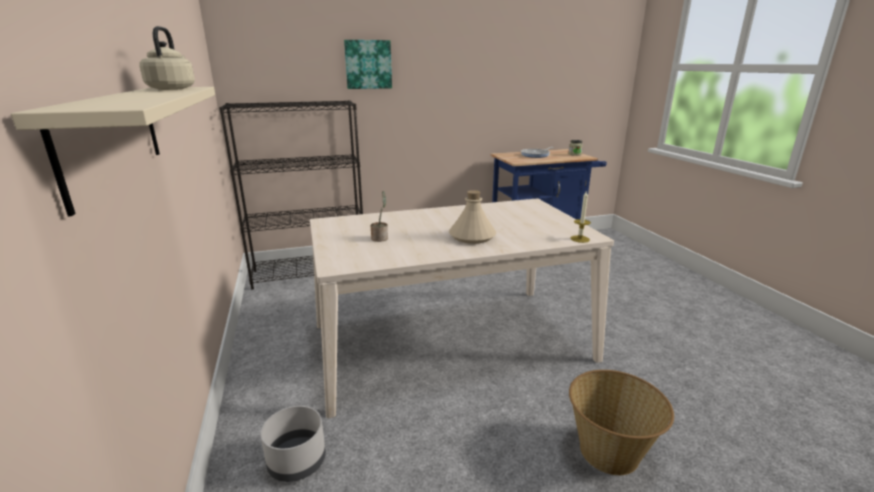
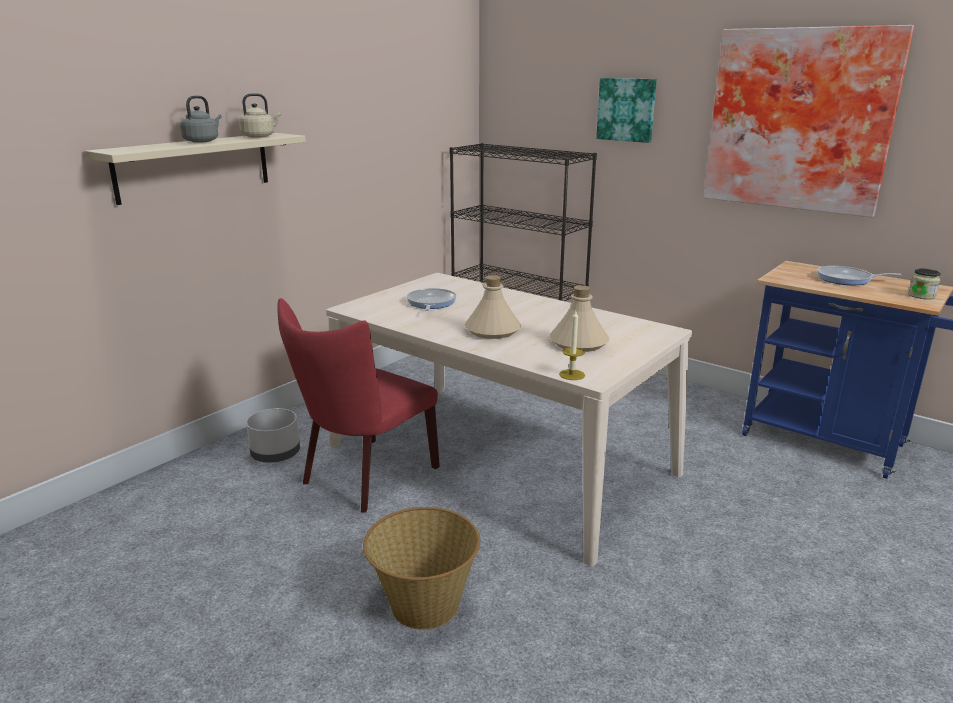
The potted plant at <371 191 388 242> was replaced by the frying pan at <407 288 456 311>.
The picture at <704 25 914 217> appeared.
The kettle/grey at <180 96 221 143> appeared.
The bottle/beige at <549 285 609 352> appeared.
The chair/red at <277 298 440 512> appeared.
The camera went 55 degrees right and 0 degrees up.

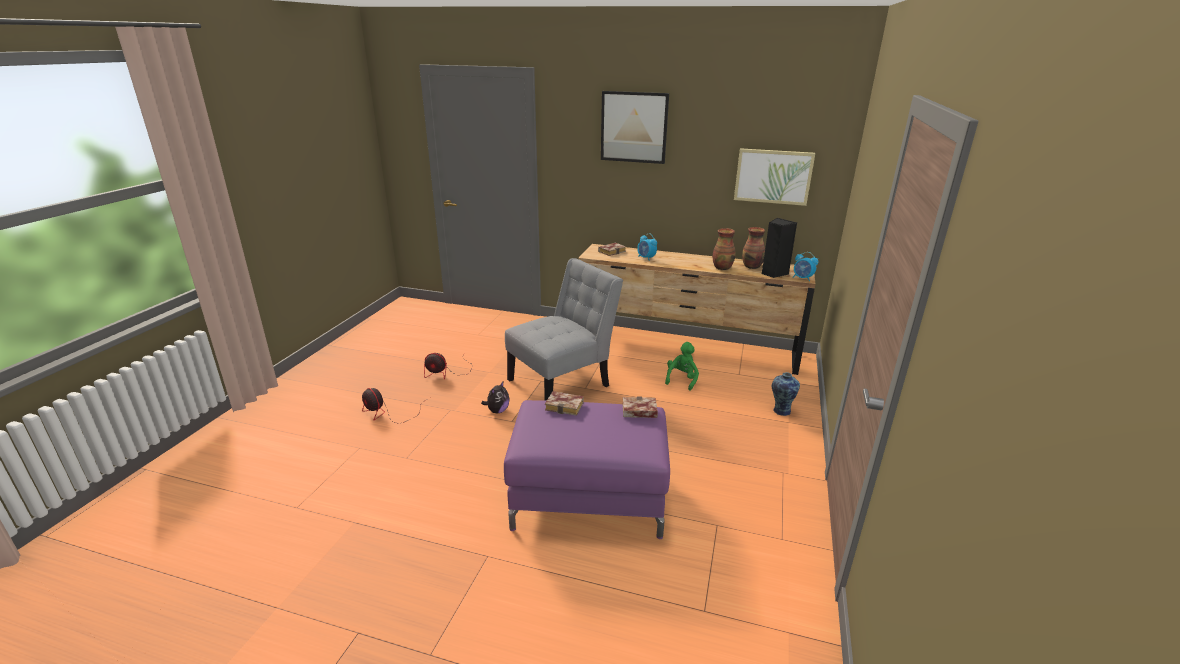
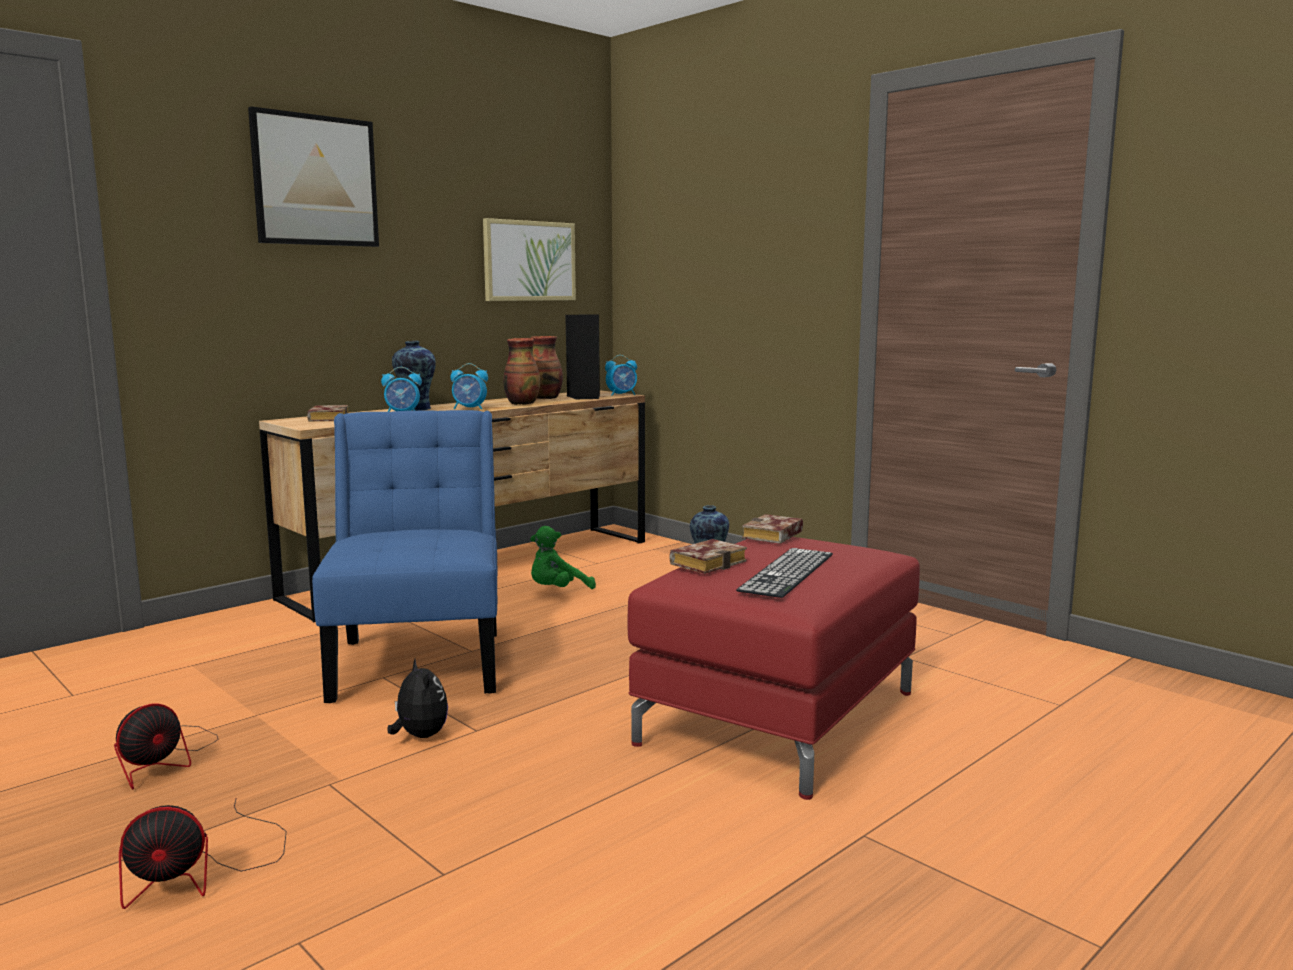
The chair/grey at <505 258 623 401> became the chair/blue at <312 410 497 703>.
The plush toy/green at <665 342 699 391> turned 90 degrees counterclockwise.
The ottoman/purple at <504 400 670 539> became the ottoman/red at <628 537 920 800>.
The vase at <392 341 436 411> appeared.
The alarm clock at <450 363 488 410> appeared.
The keyboard at <736 548 833 598> appeared.
The camera went 60 degrees left and 15 degrees down.

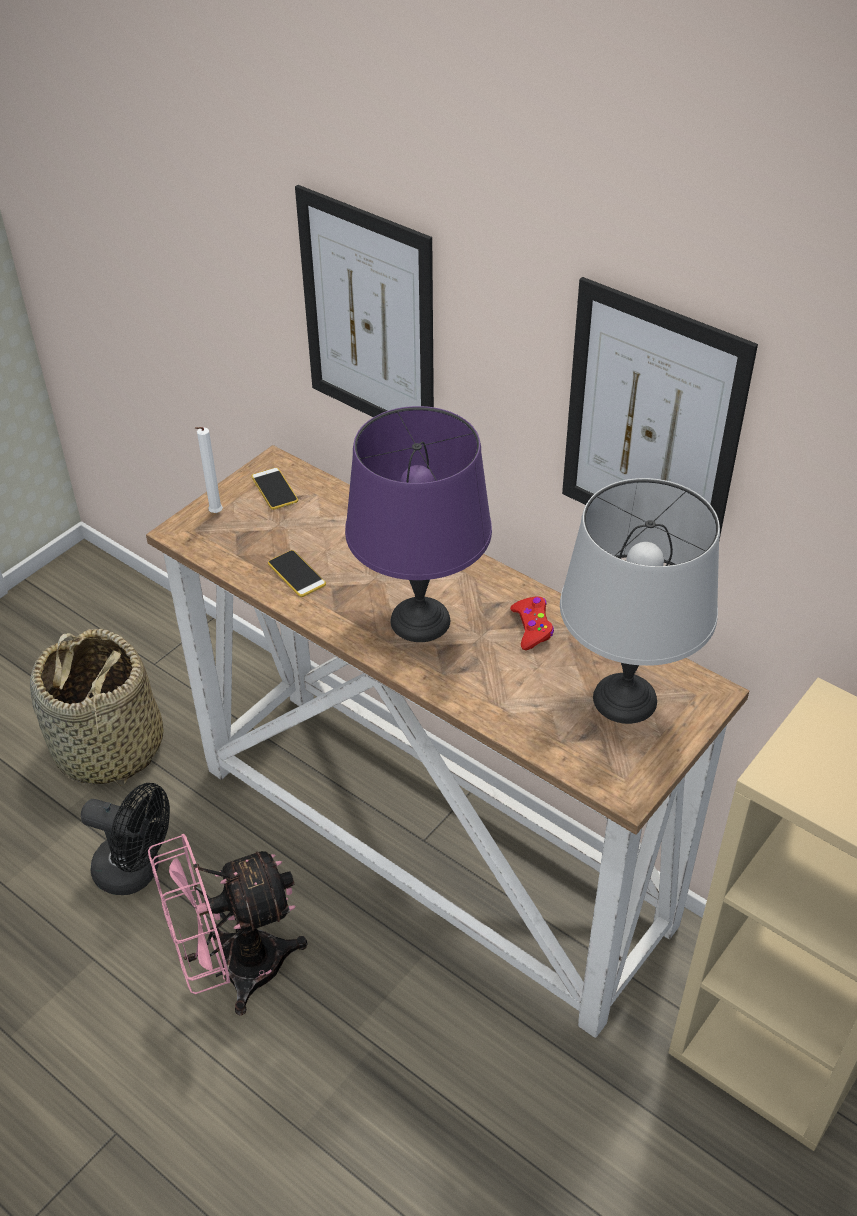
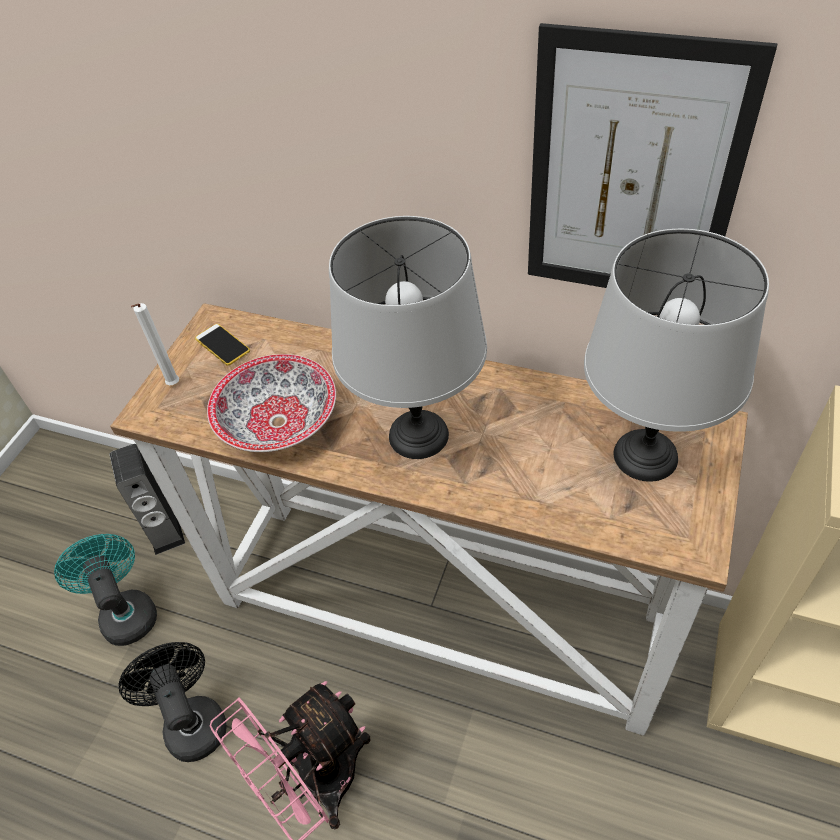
The picture at <295 185 434 417> disappeared.
The table lamp/purple at <345 406 492 642> became the table lamp/grey at <329 216 487 459>.
The phone at <268 550 326 597> was replaced by the bowl at <207 354 336 452>.
The game controller/red at <510 596 554 650> disappeared.
The basket at <30 629 164 786> was replaced by the fan/turquoise at <54 534 157 646>.
The fan/black at <81 783 170 895> turned 120 degrees counterclockwise.
The speaker at <109 444 185 555> appeared.
The camera went 15 degrees left and 5 degrees up.

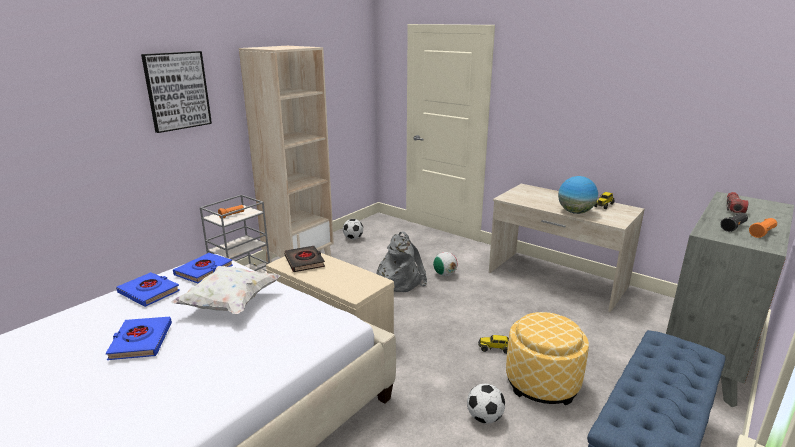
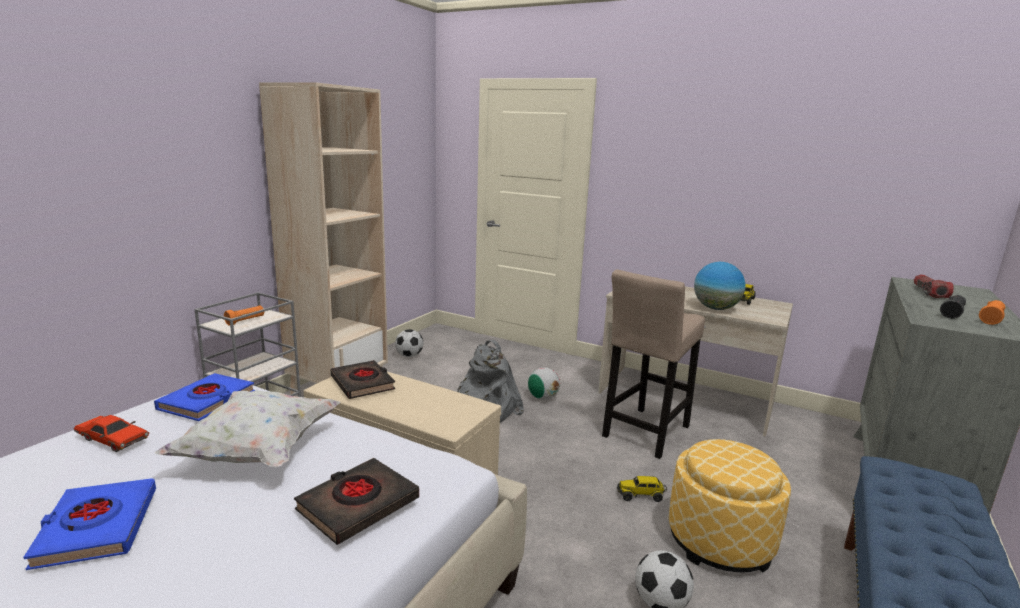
The picture at <141 51 212 133> disappeared.
The book/blue at <116 272 180 307> was replaced by the toy car/red at <74 415 149 452>.
The stool/beige at <602 270 705 459> appeared.
The book/black at <294 458 419 545> appeared.
The camera went 10 degrees left and 5 degrees down.

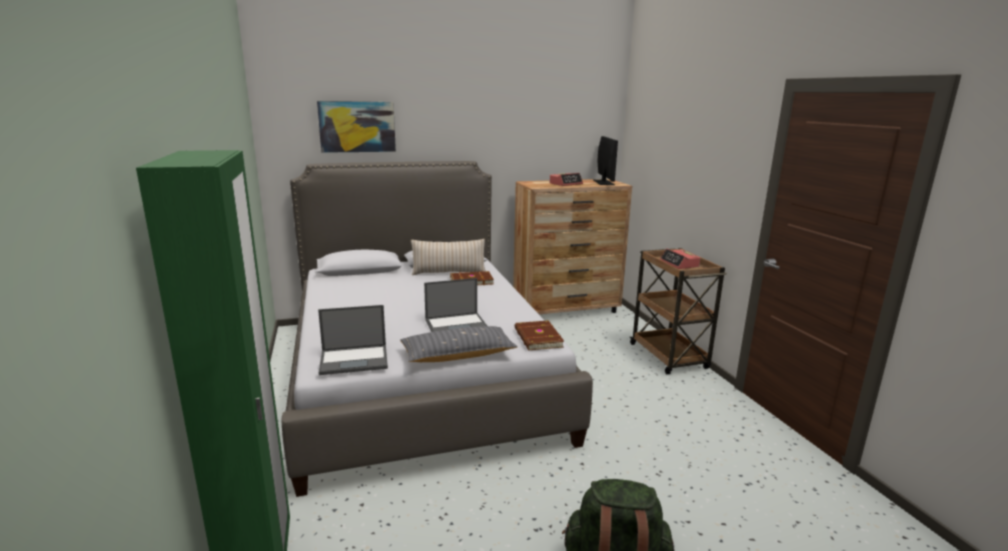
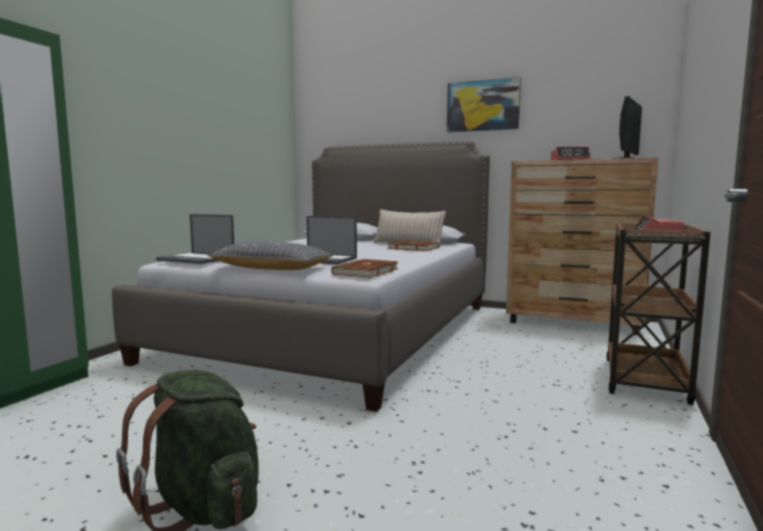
The picture moved from <317 101 396 153> to <447 77 521 132>.
The camera went 40 degrees right and 10 degrees down.

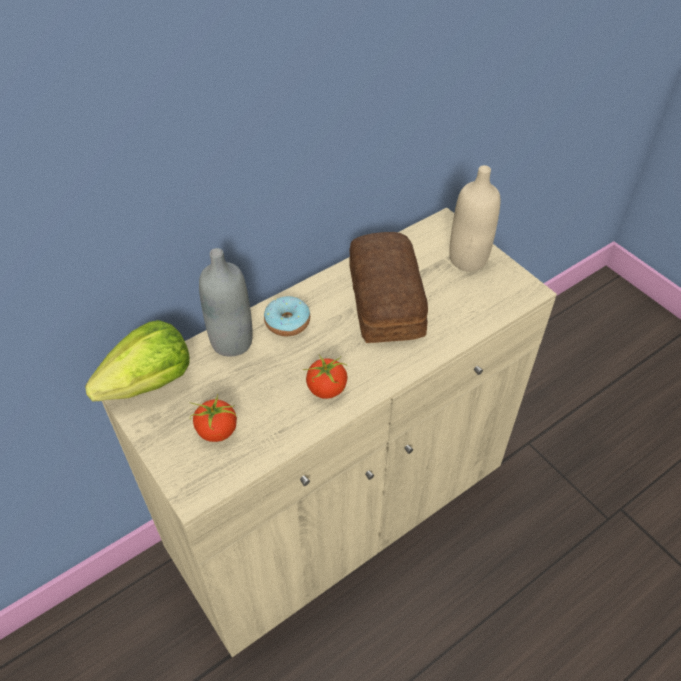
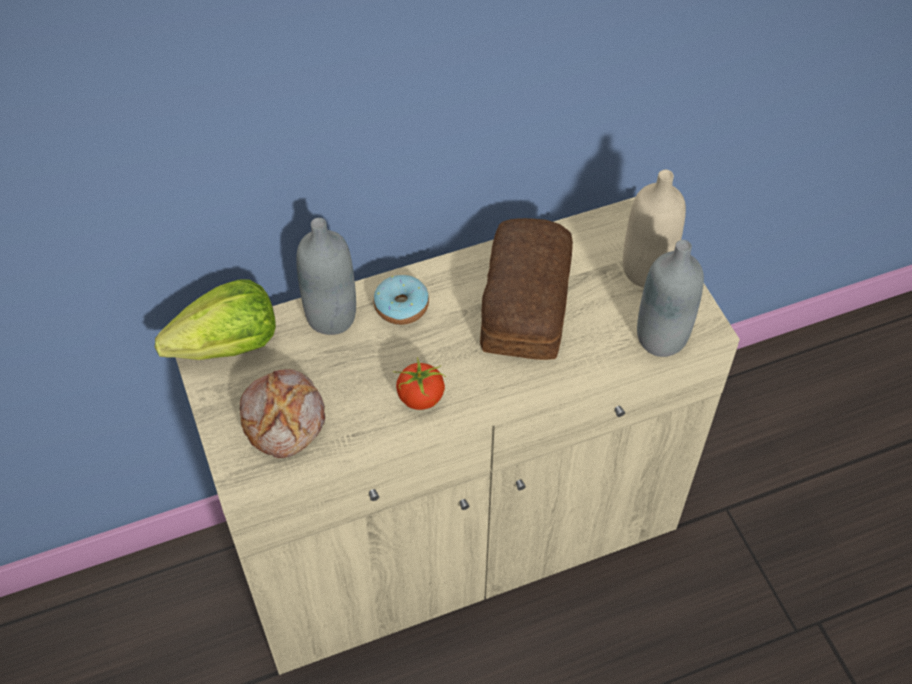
The tomato at <190 394 237 442> was replaced by the bread at <240 369 325 458>.
The bottle/grey at <637 240 704 357> appeared.
The camera went 15 degrees right and 5 degrees up.

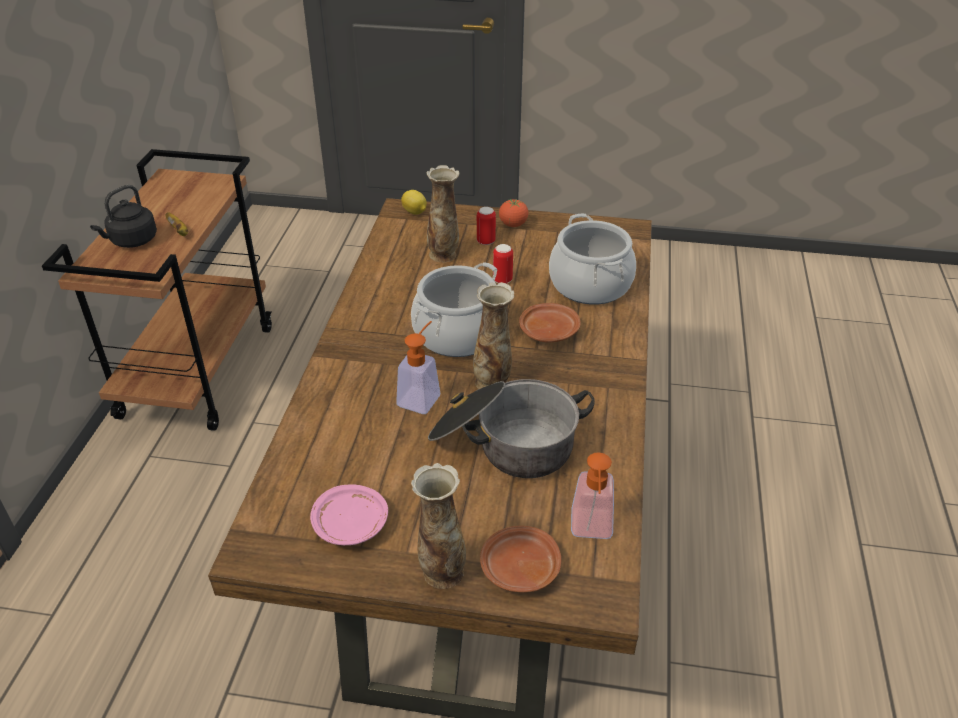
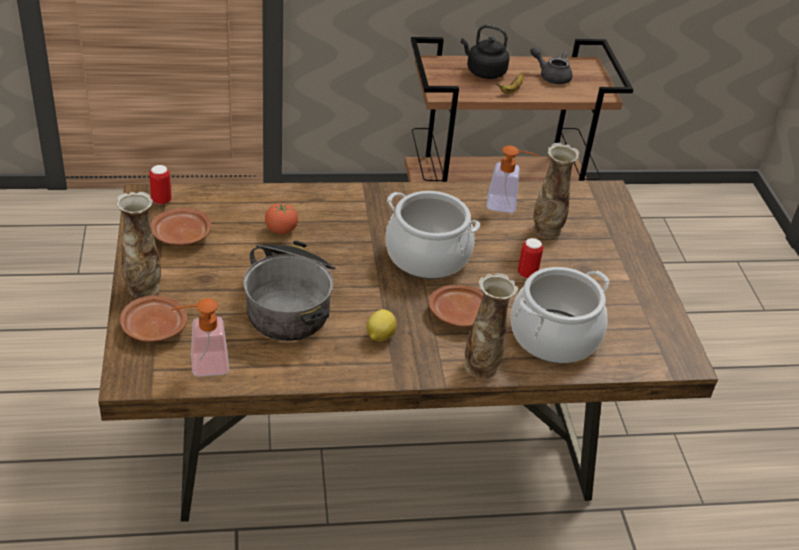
The lemon moved from <401 190 427 215> to <366 309 397 342>.
The tomato moved from <499 199 529 227> to <265 202 298 234>.
The can moved from <477 207 496 245> to <149 165 171 205>.
The vase moved from <473 282 515 389> to <465 273 518 379>.
The soap dispenser moved from <396 321 440 414> to <486 146 539 213>.
The plate/pink at <310 484 388 545> became the plate/brown at <151 208 211 246>.
The teapot/grey at <530 46 573 84> appeared.
The camera went 70 degrees right and 0 degrees up.

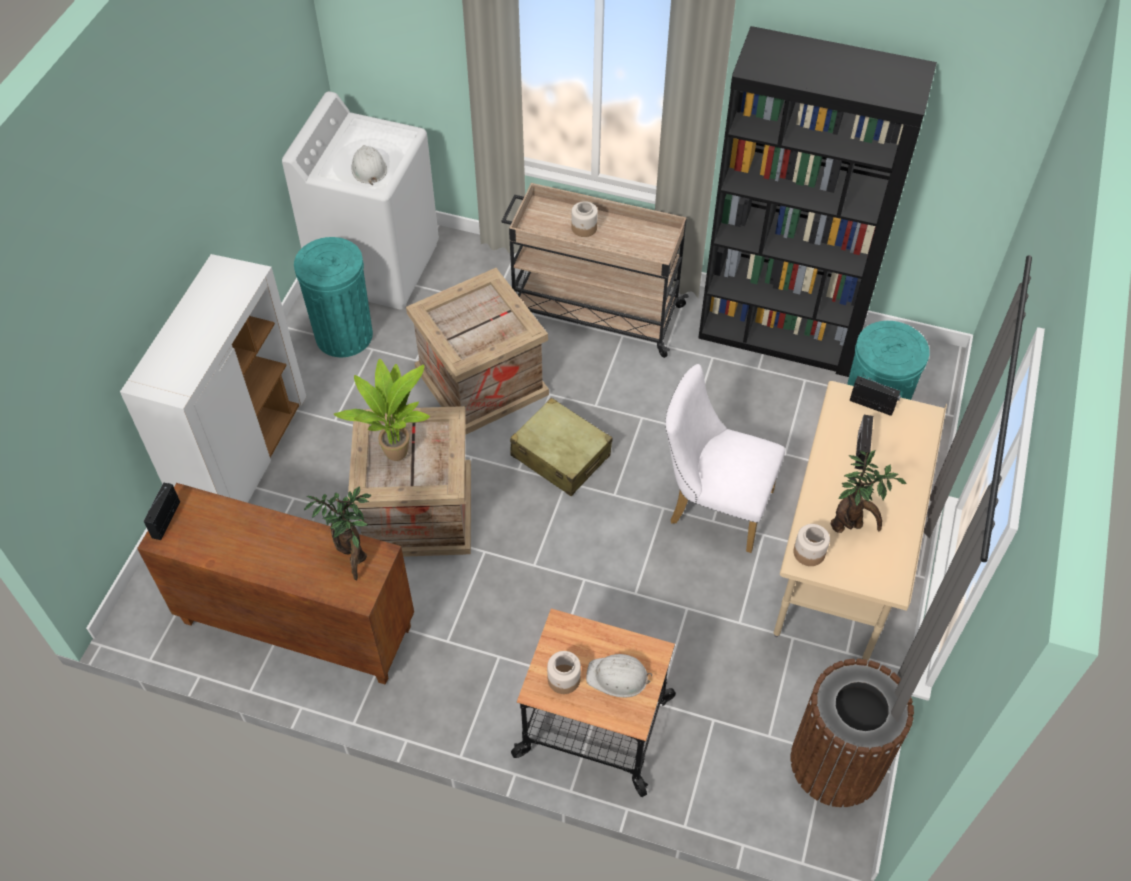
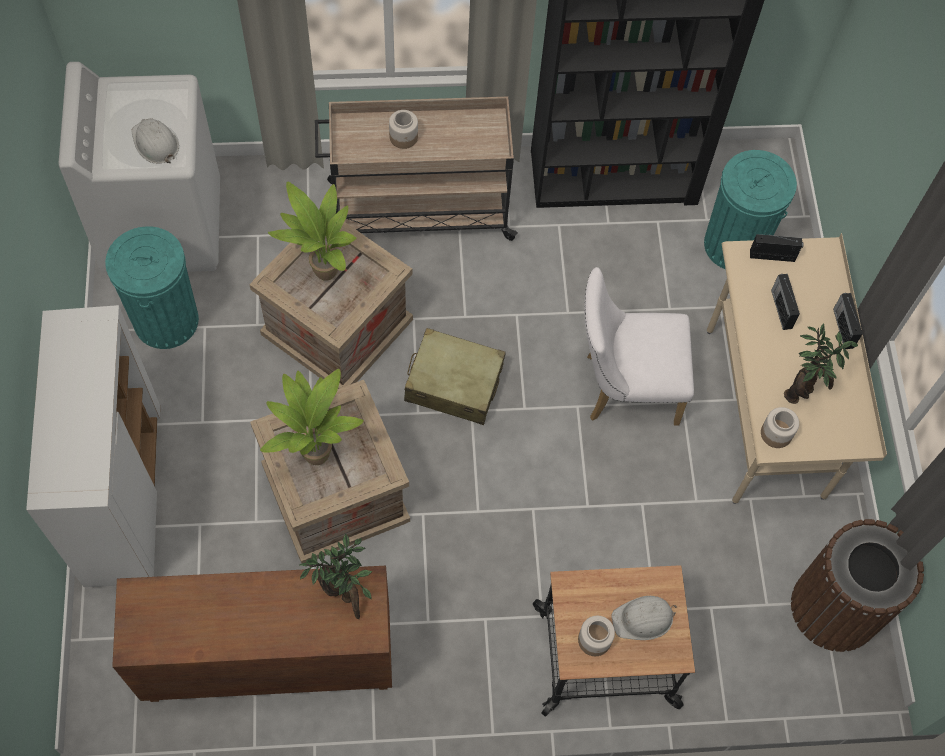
The radio moved from <143 482 180 540> to <833 293 863 349>.
The potted plant at <268 182 356 281> appeared.
The camera went 25 degrees left and 10 degrees up.

